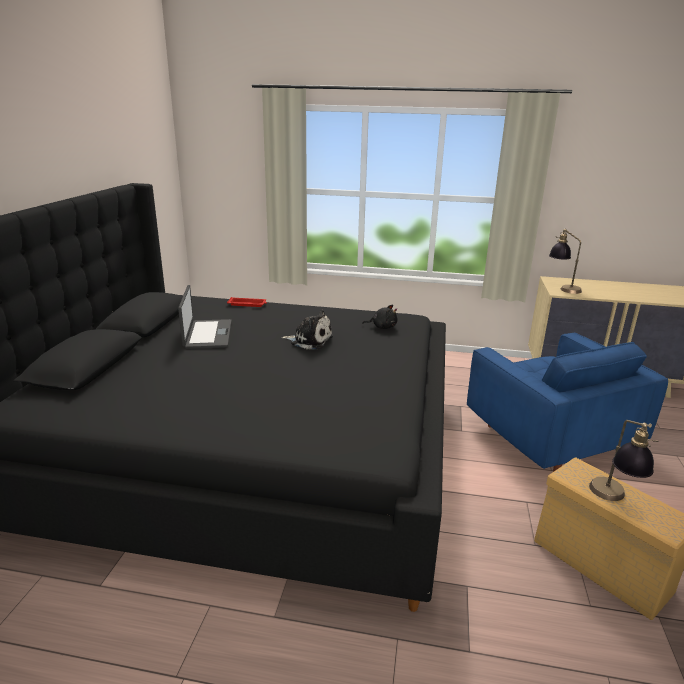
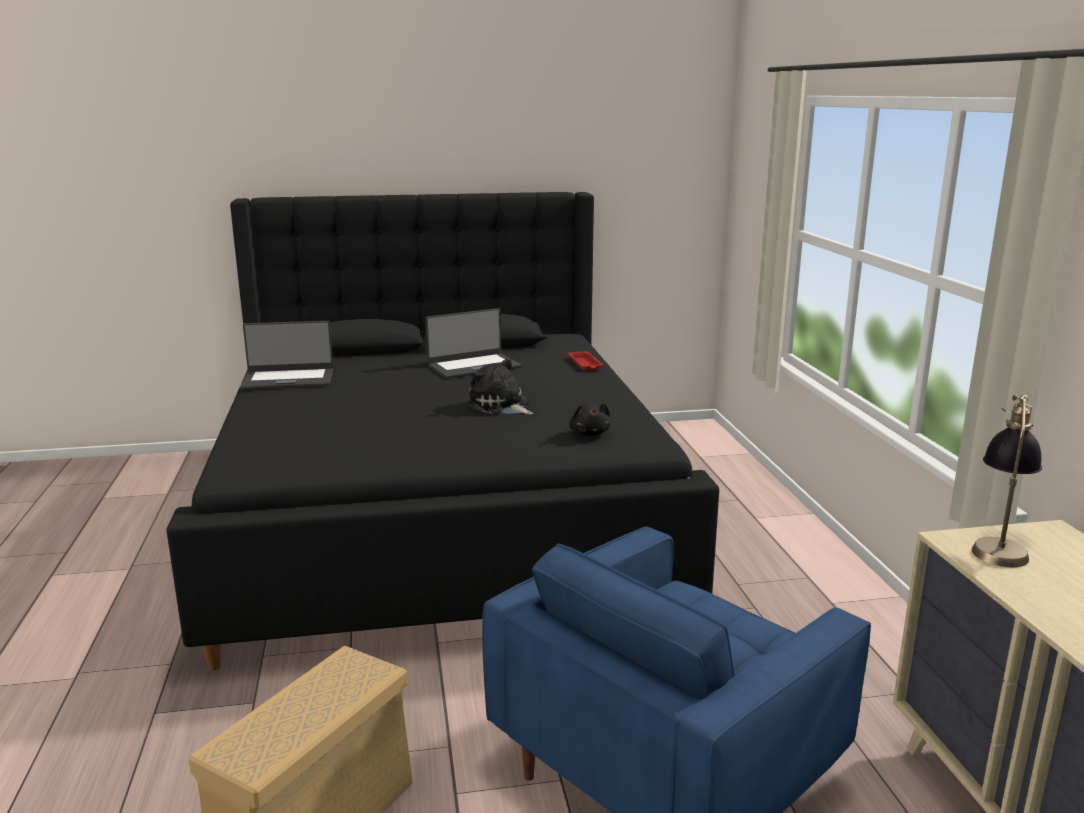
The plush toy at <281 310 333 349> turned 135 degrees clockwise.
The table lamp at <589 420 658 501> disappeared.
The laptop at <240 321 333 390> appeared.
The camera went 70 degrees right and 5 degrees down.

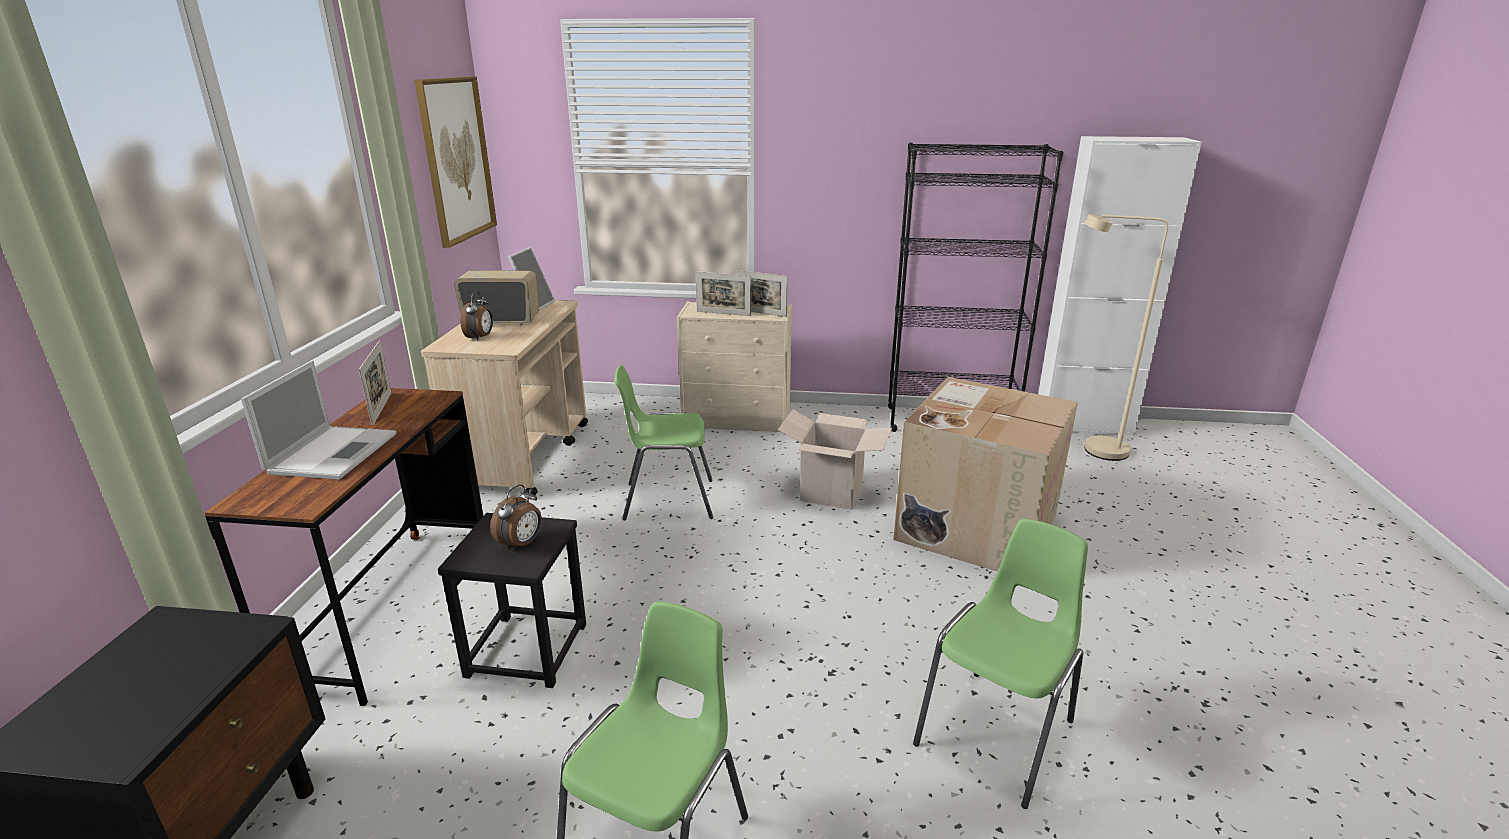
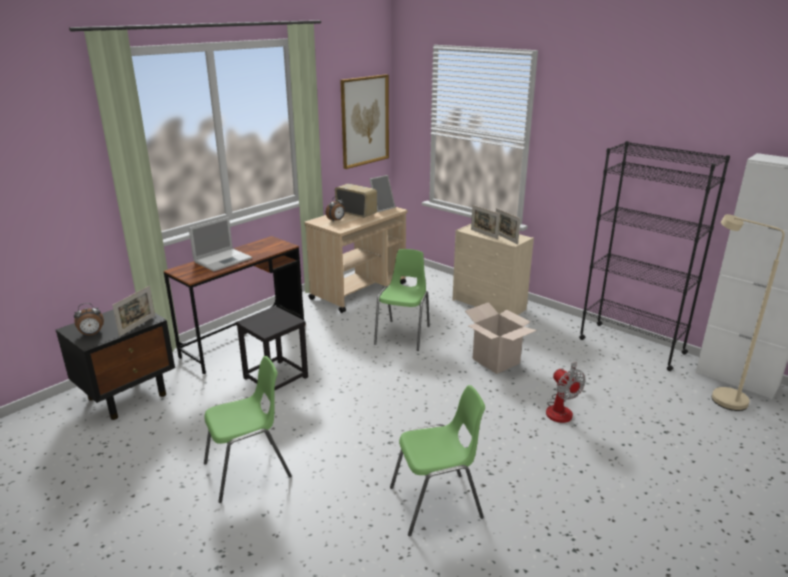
The picture frame moved from <359 341 391 426> to <112 286 155 337>.
The chair/green at <614 365 713 520> turned 75 degrees clockwise.
The cardboard box at <893 377 1078 571> was replaced by the fan at <546 362 586 423>.
The alarm clock moved from <490 484 542 551> to <74 303 104 337>.
The camera went 35 degrees right and 0 degrees up.

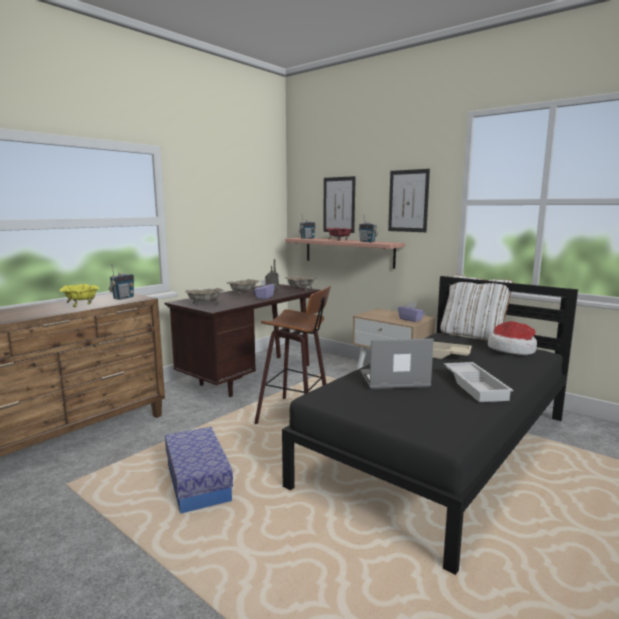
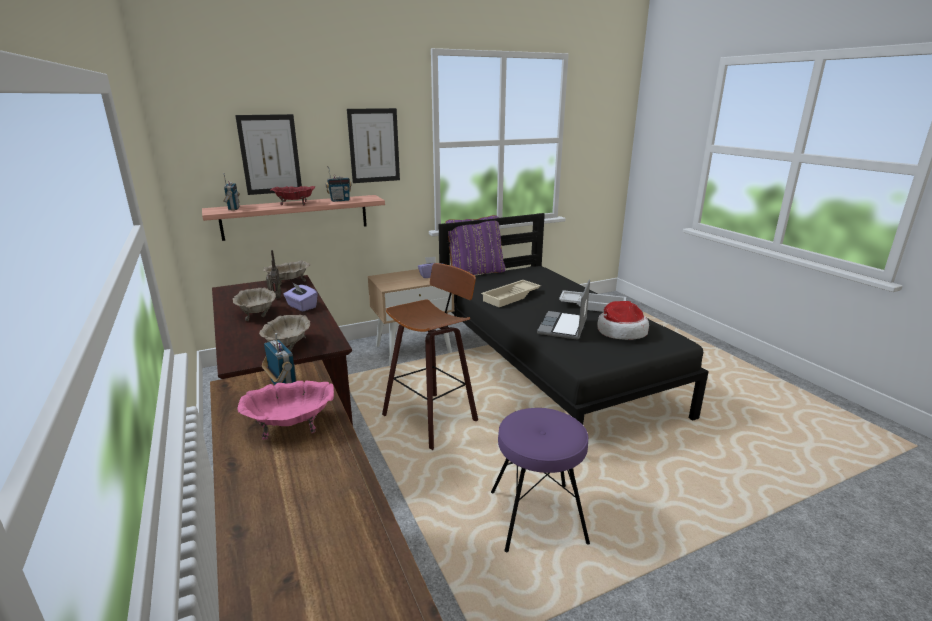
The pillow/white at <440 275 513 341> became the pillow/purple at <445 215 506 275>.
The bowl/yellow at <60 284 100 308> became the bowl/pink at <238 380 334 440>.
The hat moved from <488 321 537 355> to <597 301 649 340>.
The storage box at <165 427 233 514> was replaced by the stool/purple at <491 408 590 553>.
The camera went 65 degrees left and 10 degrees up.

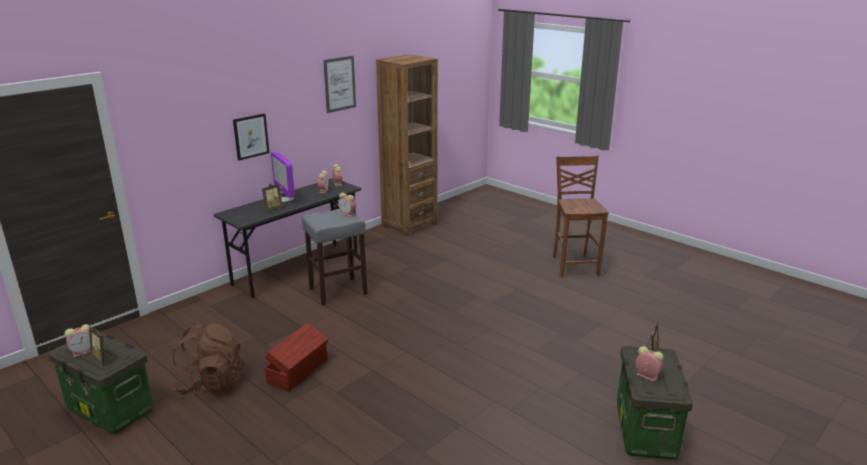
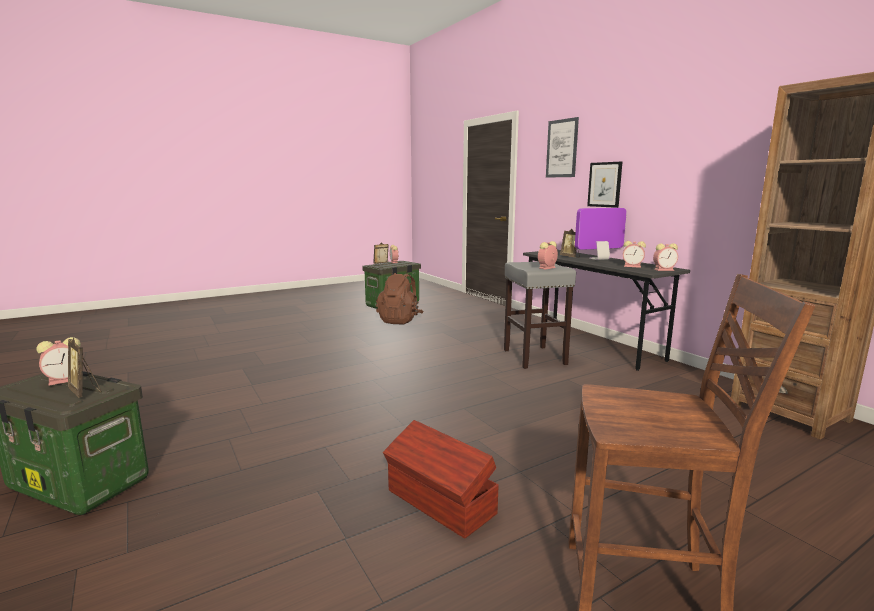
The picture moved from <323 56 356 113> to <546 117 579 178>.
The storage box/brown moved from <265 323 329 392> to <383 420 499 539>.
The camera went 105 degrees right and 10 degrees down.

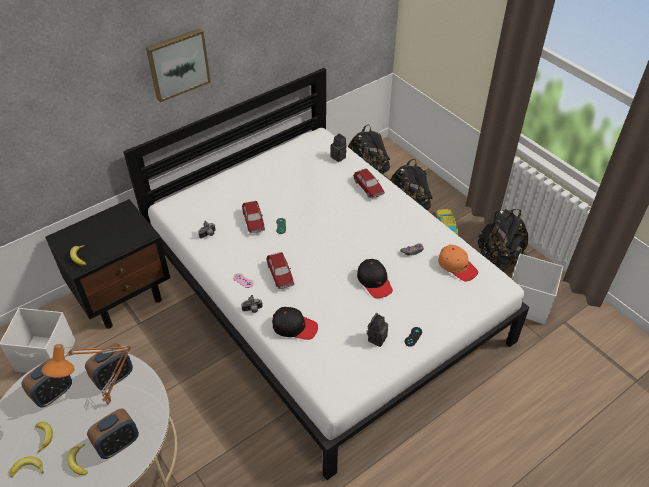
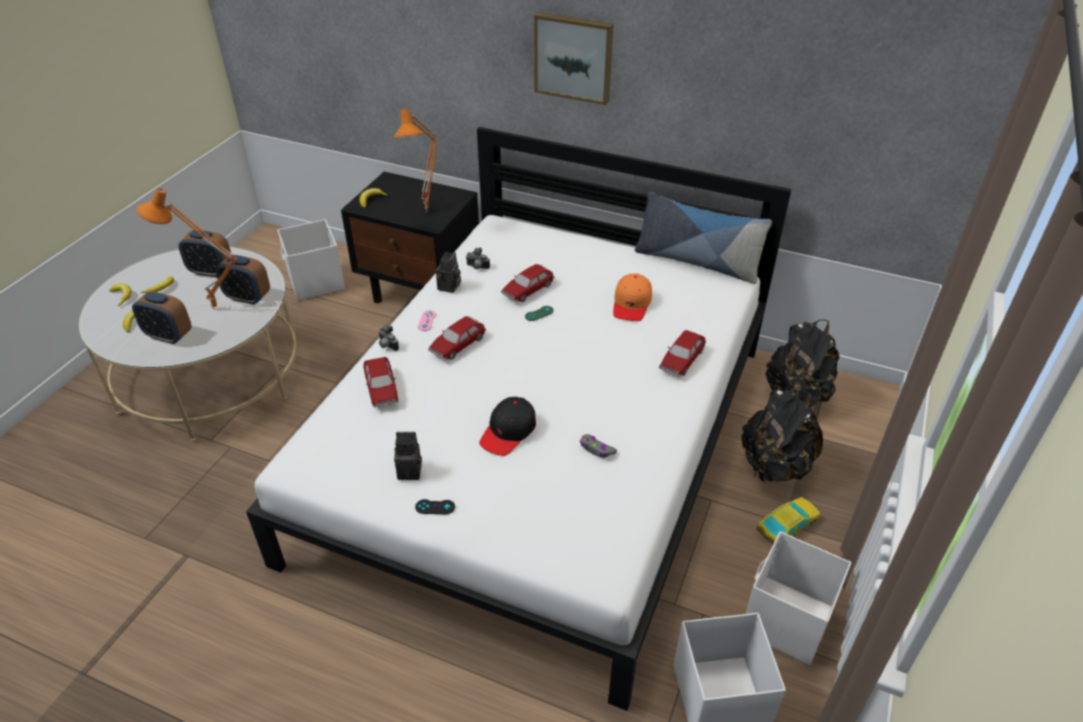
The photo camera moved from <330 133 346 162> to <436 252 461 293>.
The backpack/black at <478 209 528 268> was replaced by the storage box/white at <745 531 851 665>.
The cap/orange moved from <438 245 478 282> to <613 273 652 321>.
The cap/black at <272 307 318 340> was replaced by the toy car at <363 357 399 407>.
The table lamp/orange at <394 108 438 212> appeared.
The pillow at <635 192 772 284> appeared.
The camera went 60 degrees right and 5 degrees down.

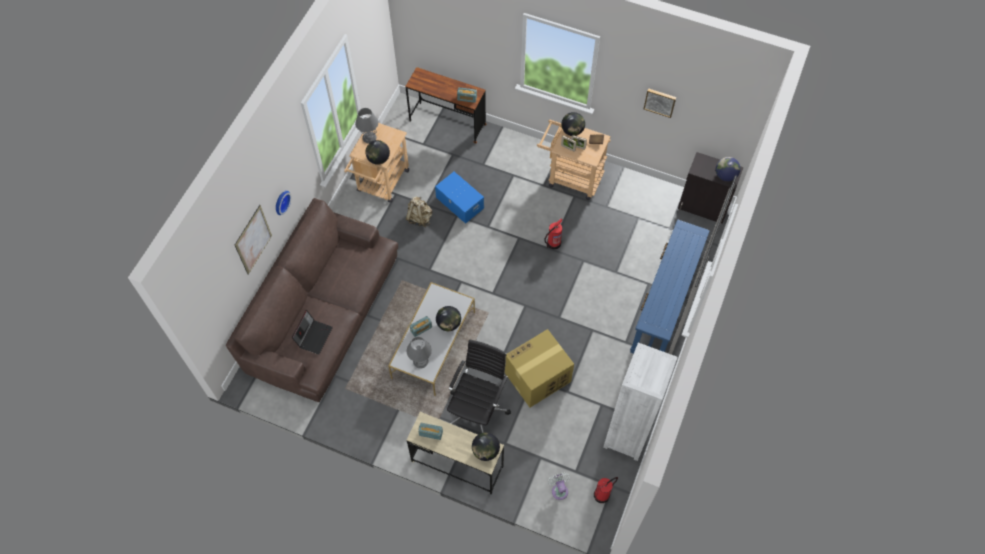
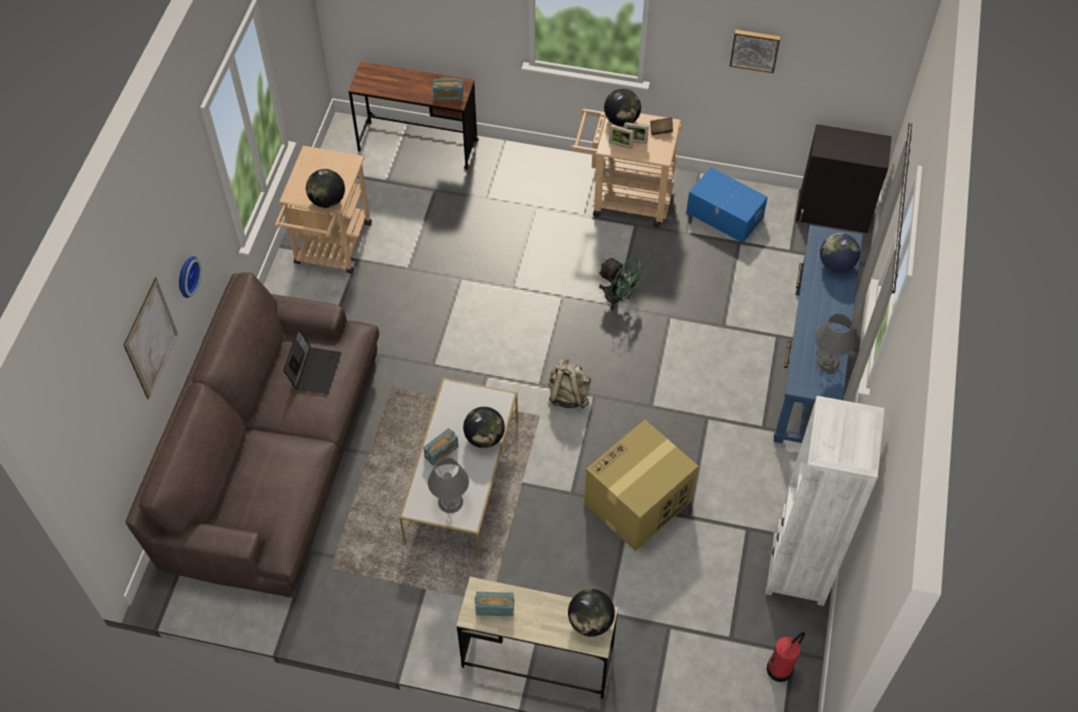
The table lamp/grey moved from <355 108 378 144> to <815 313 855 373>.
The globe moved from <716 157 741 181> to <820 233 860 273>.
The storage box/blue moved from <435 172 484 224> to <686 167 768 243>.
The backpack/beige moved from <406 196 432 227> to <548 359 591 409>.
The fire extinguisher at <544 218 563 250> was replaced by the fan/green at <598 257 646 310>.
The laptop moved from <292 310 333 354> to <283 329 341 394>.
The office chair/black at <447 339 511 433> disappeared.
The fan/white at <548 473 570 500> disappeared.
The camera went 10 degrees left and 5 degrees down.

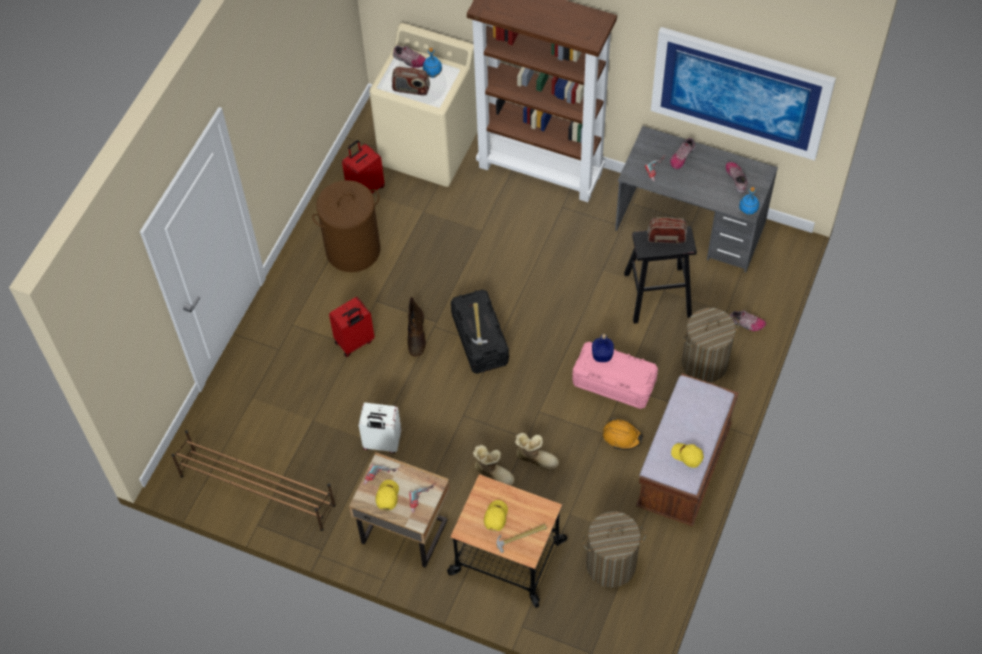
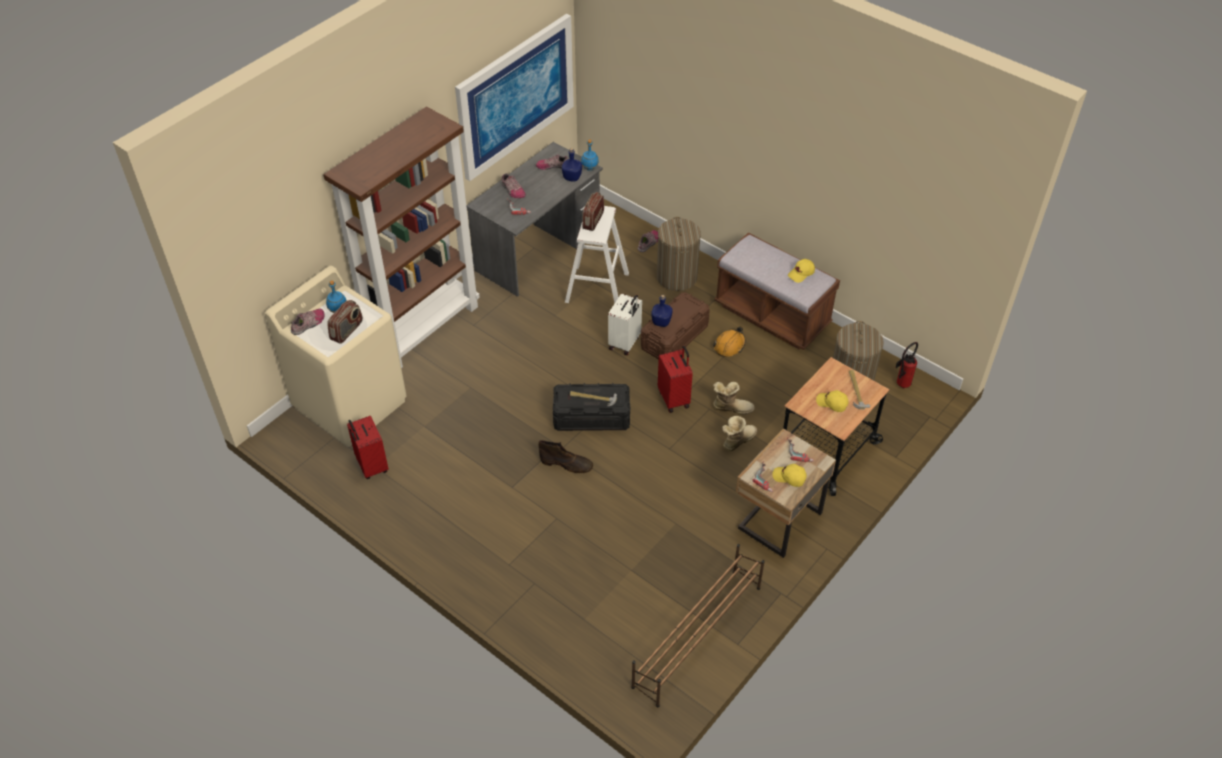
The laundry basket/brown at <312 180 380 272> disappeared.
The stool/black at <624 226 697 324> became the stool/white at <565 206 629 303>.
The suitcase/red moved from <329 297 375 357> to <658 346 693 413>.
The storage box/pink at <572 341 658 409> became the storage box/brown at <641 292 710 359>.
The suitcase/white moved from <359 403 401 453> to <608 293 642 355>.
The boot at <515 433 559 470> turned 60 degrees clockwise.
The bottle/blue at <562 148 582 181> appeared.
The fire extinguisher at <896 342 918 389> appeared.
The camera went 75 degrees left and 10 degrees down.

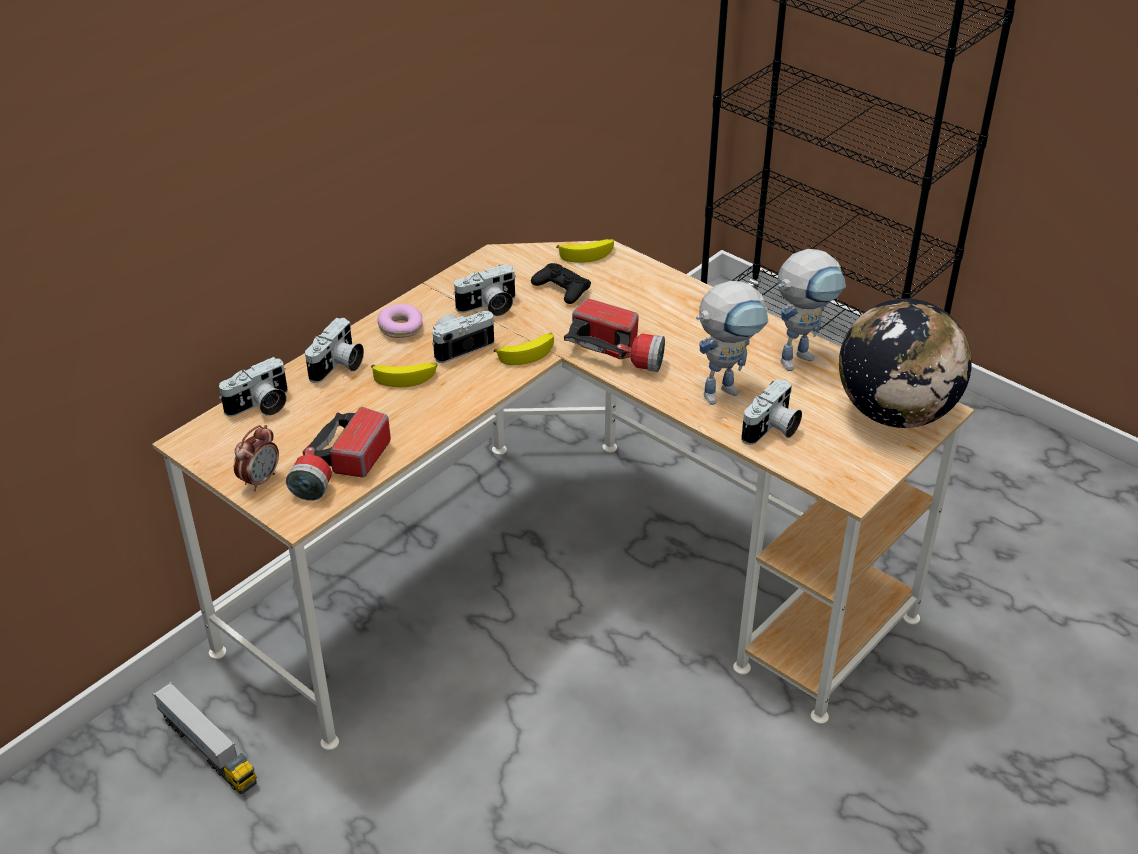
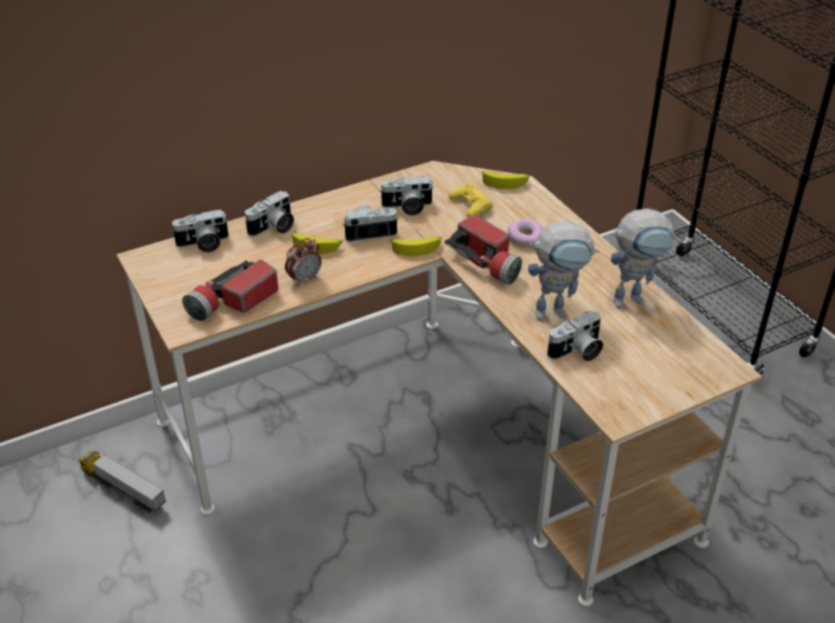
The game controller/black at <531 263 591 304> became the game controller/yellow at <449 184 493 217>.
The globe at <839 298 972 428> disappeared.
The donut moved from <377 304 423 338> to <508 219 543 247>.
The alarm clock moved from <234 425 279 491> to <285 238 322 287>.
The toy truck at <153 682 257 794> turned 150 degrees clockwise.
The camera went 20 degrees right and 0 degrees up.

